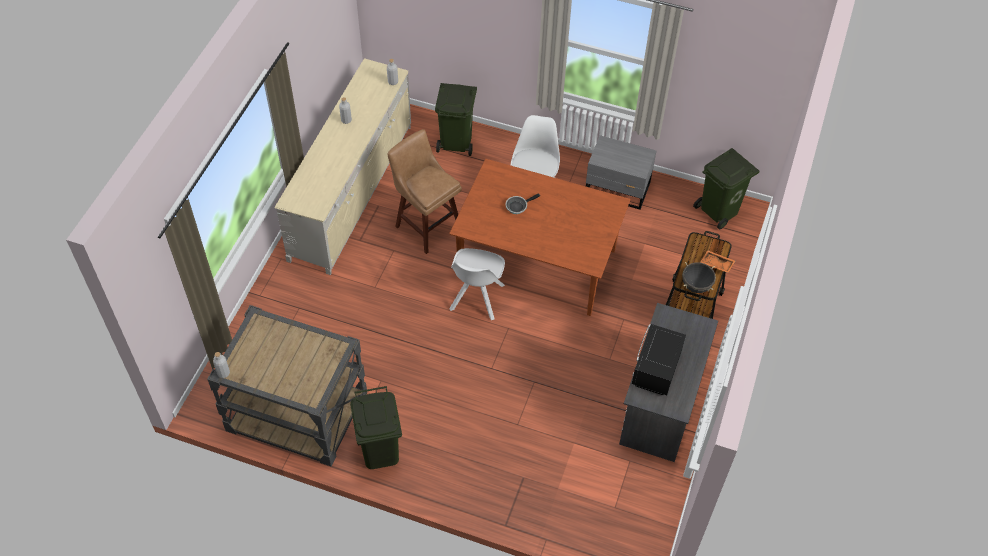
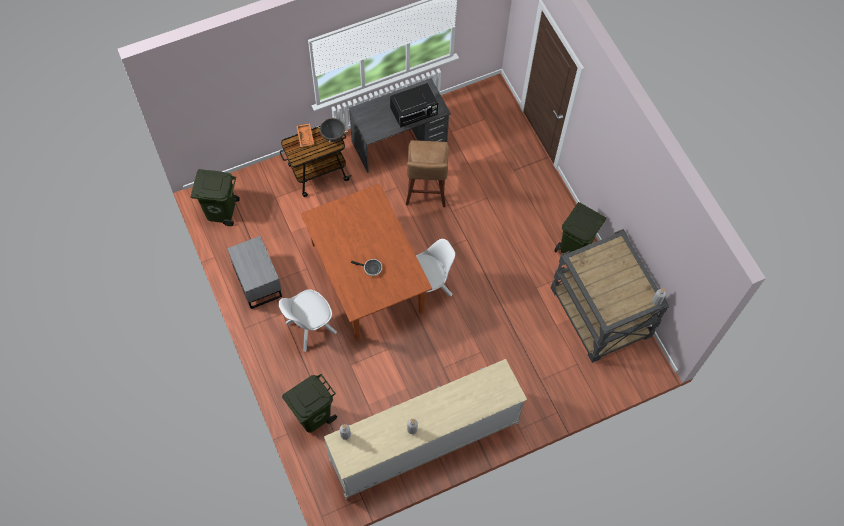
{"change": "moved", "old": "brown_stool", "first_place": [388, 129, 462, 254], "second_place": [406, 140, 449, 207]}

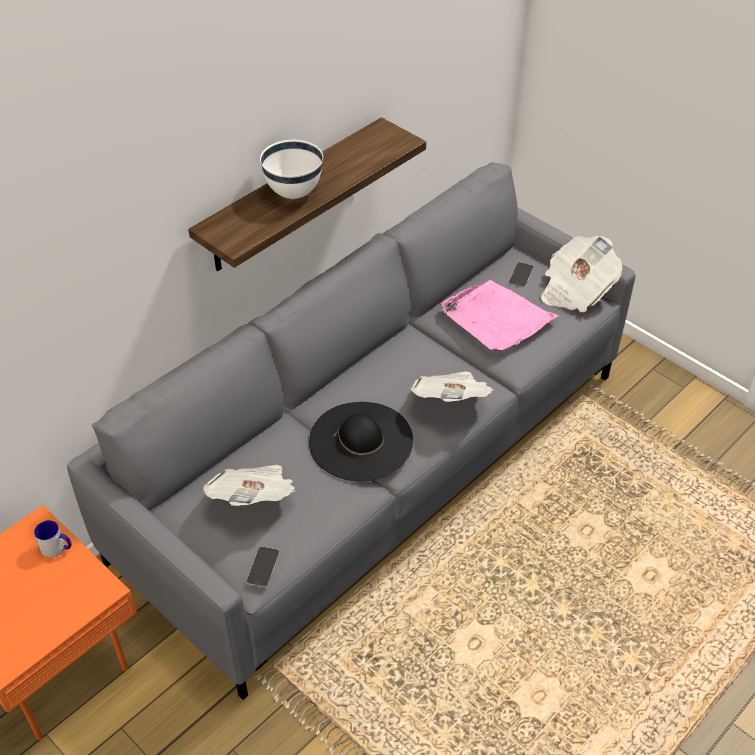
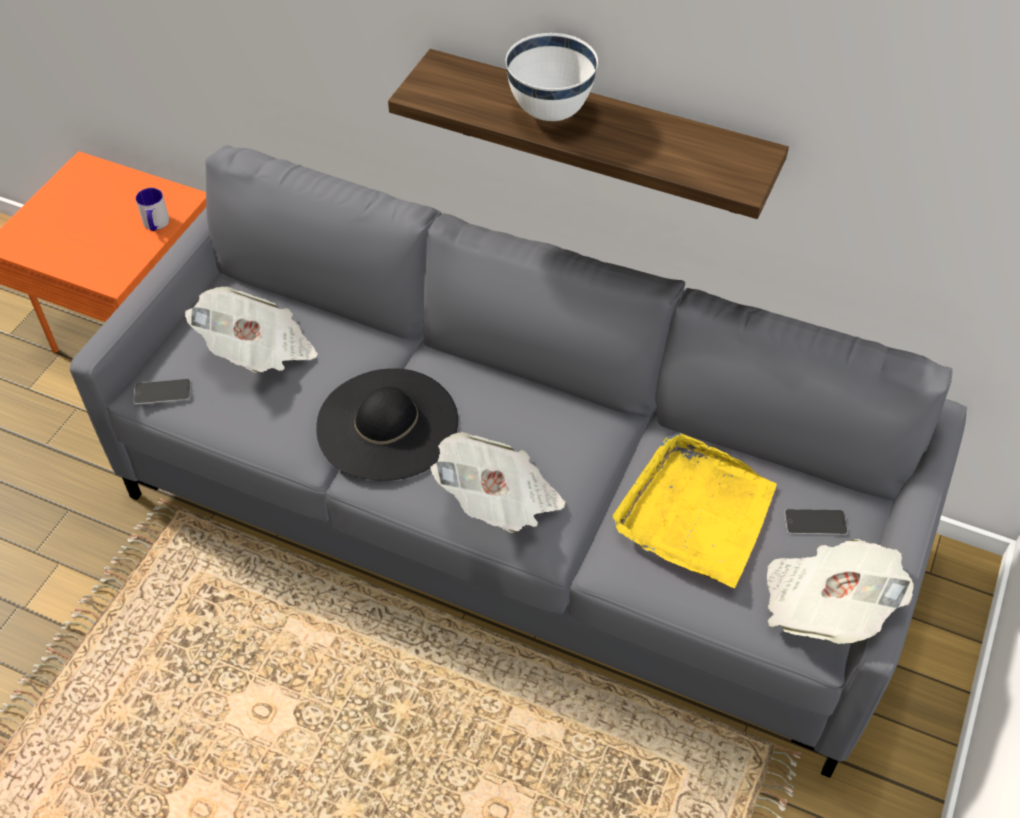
{"change": "recoloured", "old": "pink_tray", "new": "yellow_tray", "first_place": [440, 280, 558, 352], "second_place": [613, 433, 777, 588]}

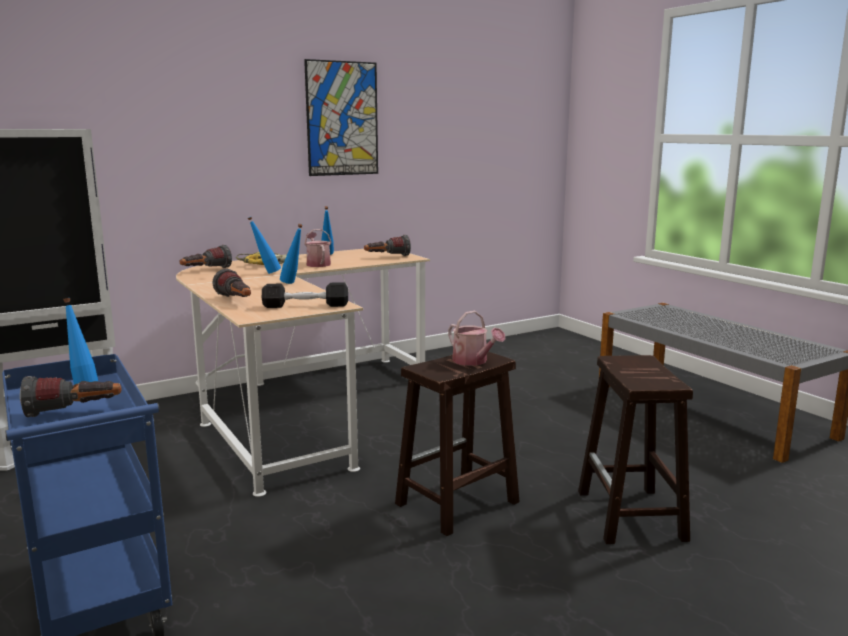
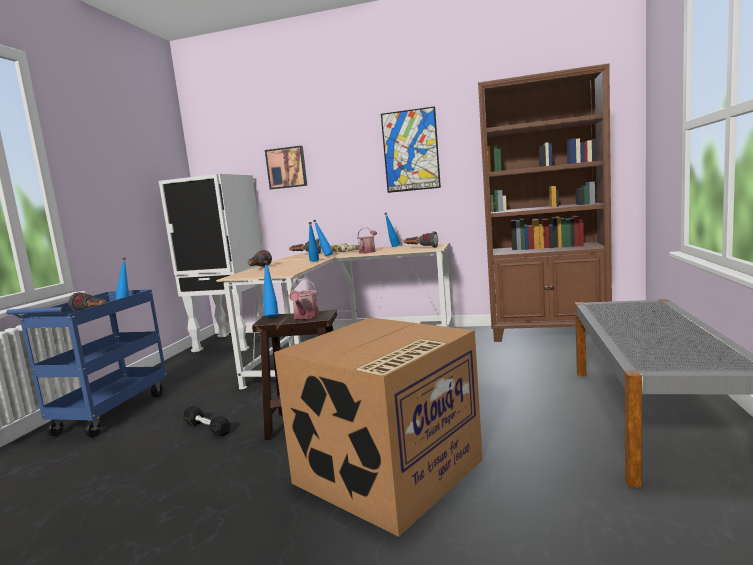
{"change": "moved", "old": "black_dumbbell", "first_place": [262, 282, 348, 308], "second_place": [183, 406, 231, 437]}
{"change": "replaced", "old": "brown_stool", "new": "cardboard_box", "first_place": [578, 355, 693, 544], "second_place": [274, 317, 483, 537]}
{"change": "added", "new": "brown_bookcase", "second_place": [478, 63, 612, 342]}
{"change": "added", "new": "picture", "second_place": [265, 146, 307, 189]}
{"change": "added", "new": "blue_bottle", "second_place": [263, 261, 278, 317]}

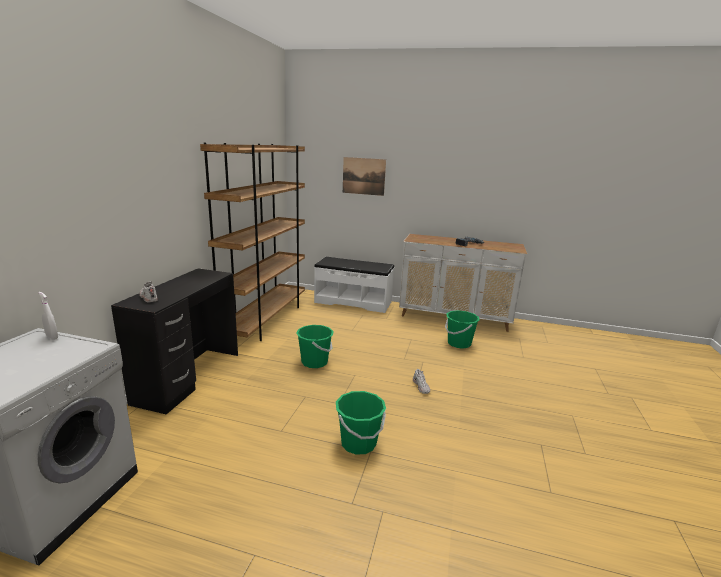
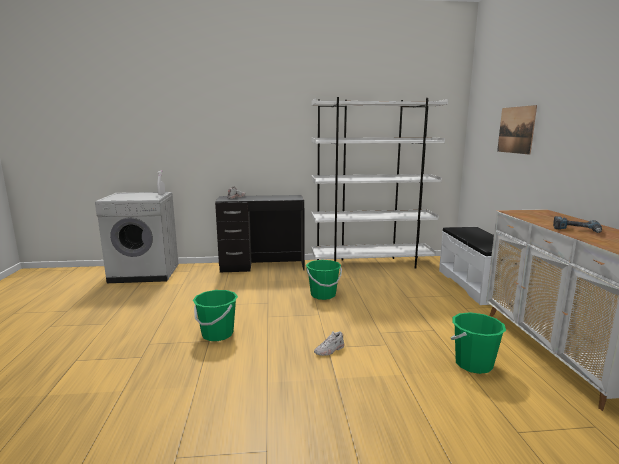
{"change": "recoloured", "old": "brown_bookcase", "new": "white_bookcase", "first_place": [200, 143, 305, 341], "second_place": [311, 97, 448, 269]}

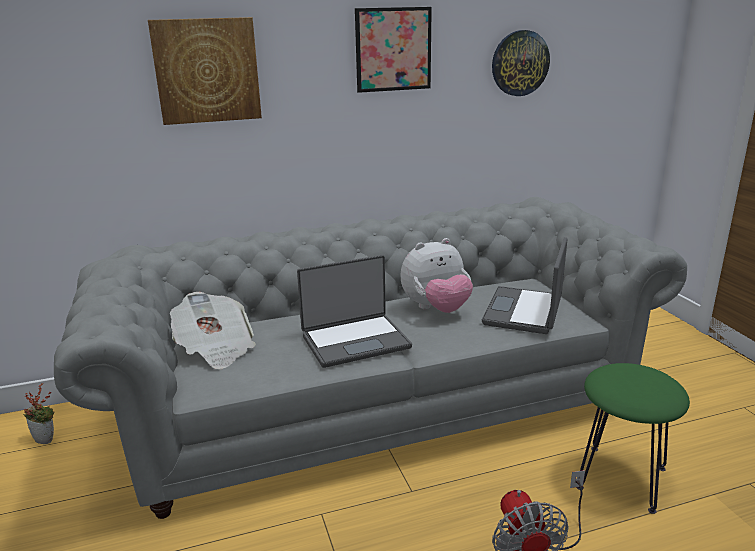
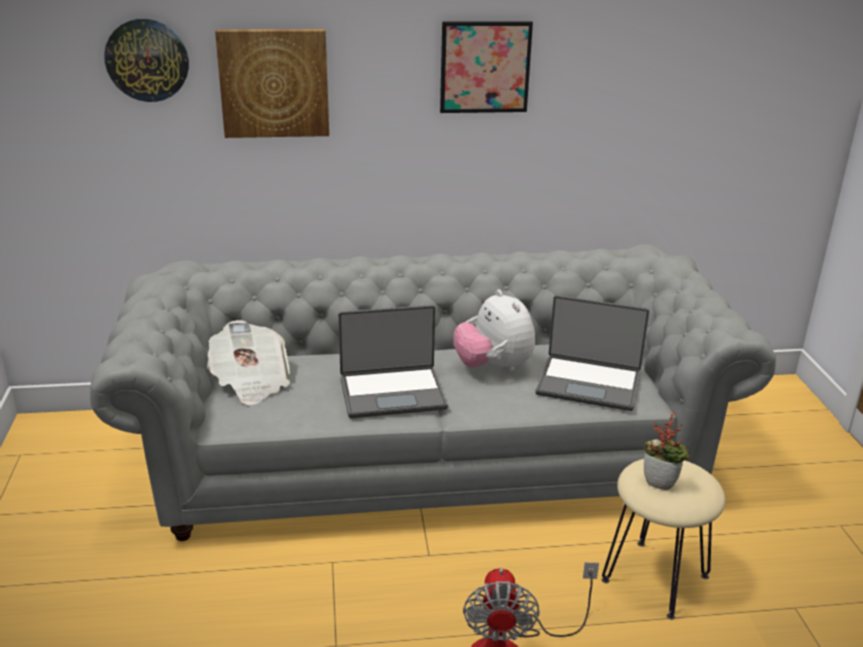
{"change": "moved", "old": "wall_clock", "first_place": [492, 30, 550, 96], "second_place": [104, 19, 189, 102]}
{"change": "turned", "old": "laptop", "first_place": [482, 237, 567, 334], "second_place": [536, 295, 649, 411], "degrees": -105}
{"change": "turned", "old": "plush_toy", "first_place": [401, 238, 473, 313], "second_place": [453, 290, 535, 372], "degrees": 75}
{"change": "recoloured", "old": "green_stool", "new": "beige_stool", "first_place": [576, 363, 690, 514], "second_place": [601, 459, 725, 620]}
{"change": "moved", "old": "potted_plant", "first_place": [23, 383, 55, 444], "second_place": [644, 412, 690, 490]}

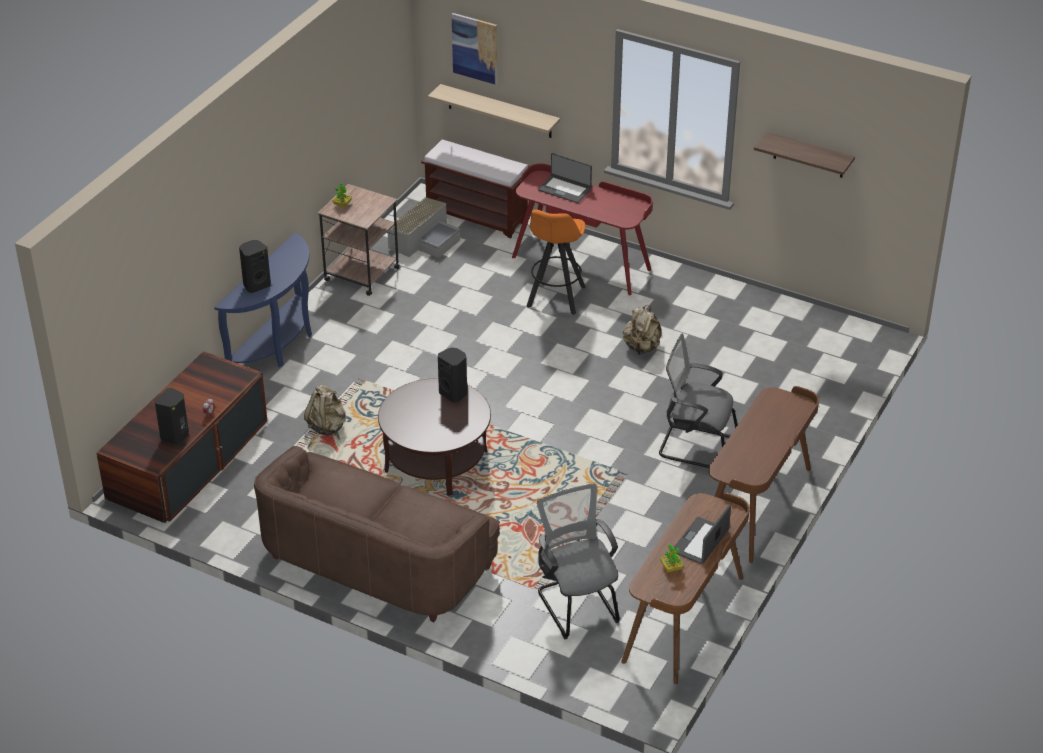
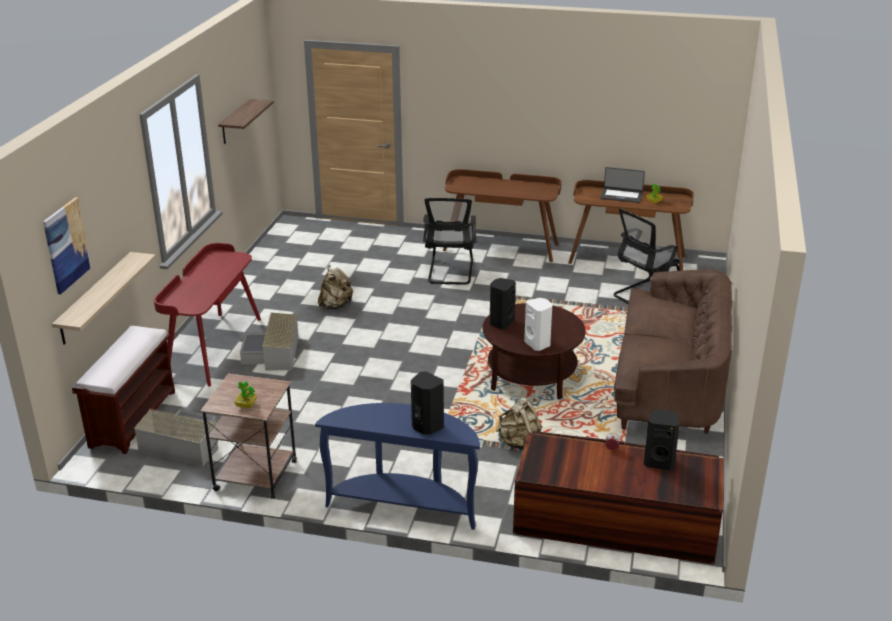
{"change": "removed", "old": "laptop", "first_place": [538, 153, 592, 203]}
{"change": "replaced", "old": "orange_stool", "new": "grey_storage_box", "first_place": [527, 210, 586, 315], "second_place": [240, 312, 299, 371]}
{"change": "added", "new": "white_speaker", "second_place": [524, 298, 552, 351]}

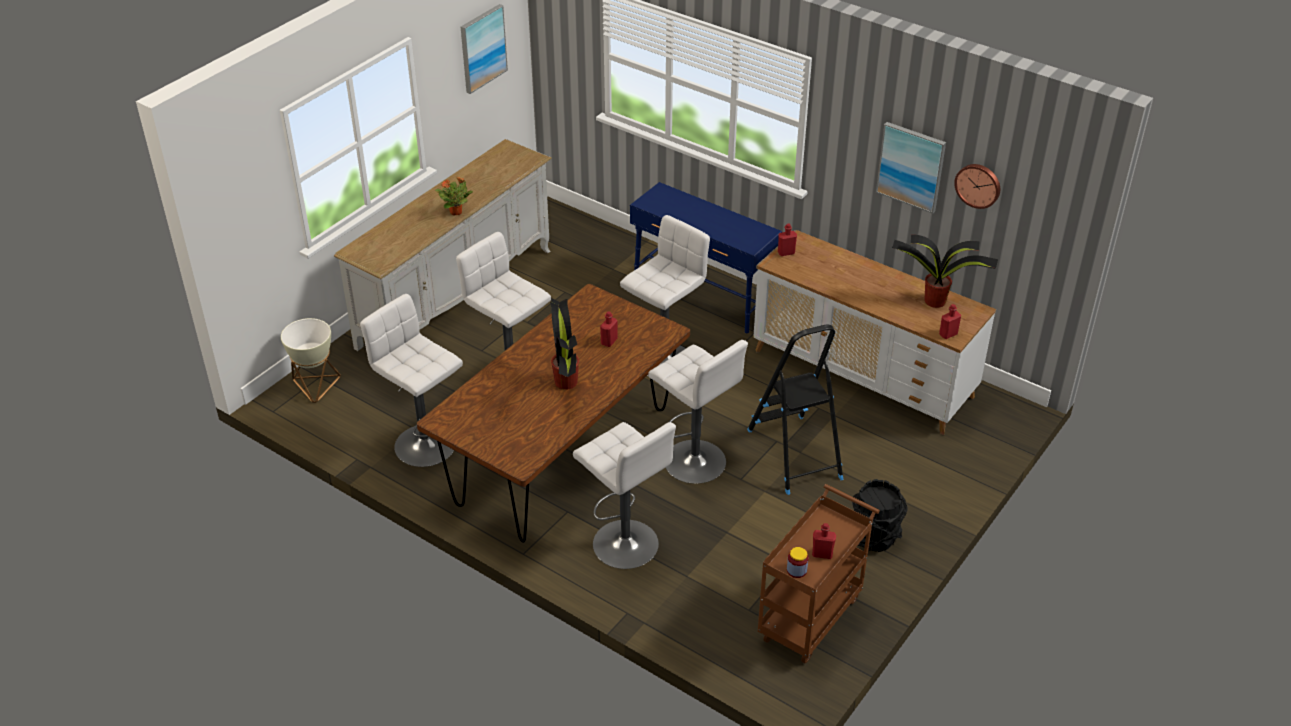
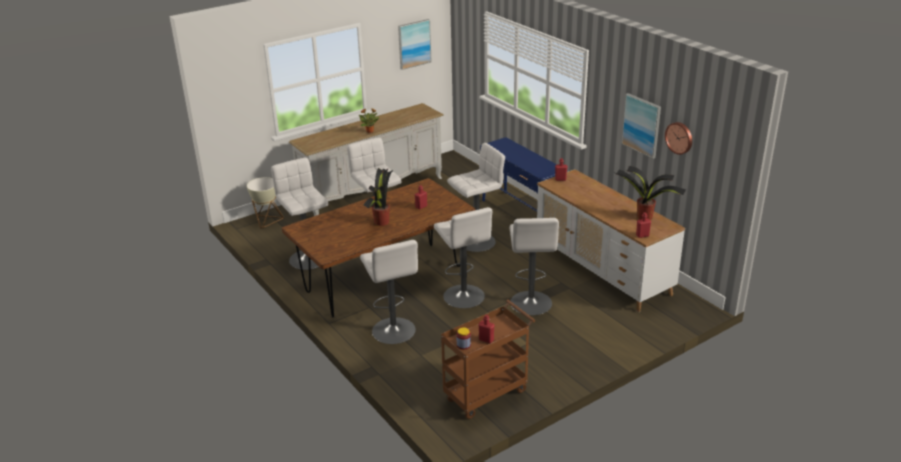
{"change": "replaced", "old": "black_step_ladder", "new": "white_stool", "first_place": [747, 325, 843, 495], "second_place": [510, 218, 559, 315]}
{"change": "removed", "old": "black_bucket", "first_place": [852, 479, 908, 552]}

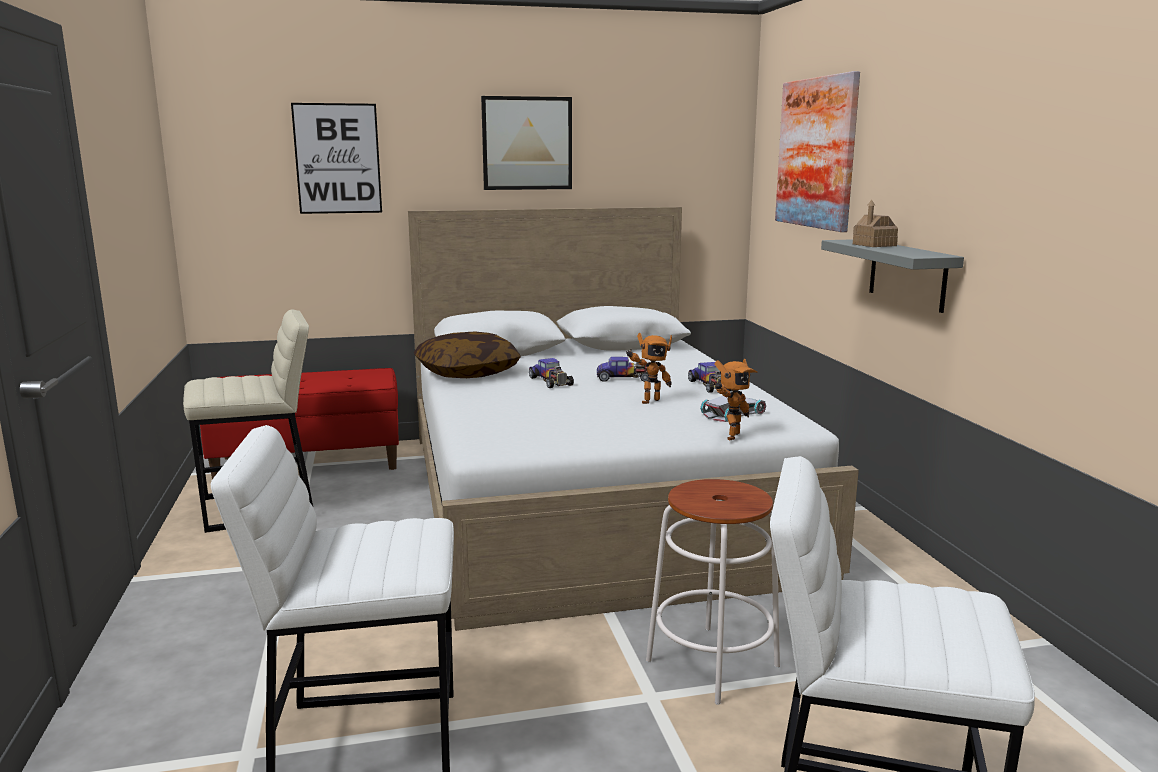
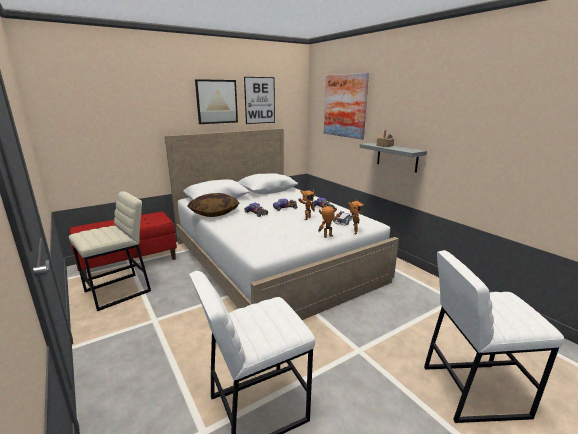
{"change": "moved", "old": "picture", "first_place": [291, 103, 382, 214], "second_place": [244, 77, 275, 124]}
{"change": "removed", "old": "white_stool", "first_place": [646, 479, 780, 705]}
{"change": "added", "new": "toy_robot", "second_place": [319, 206, 342, 238]}

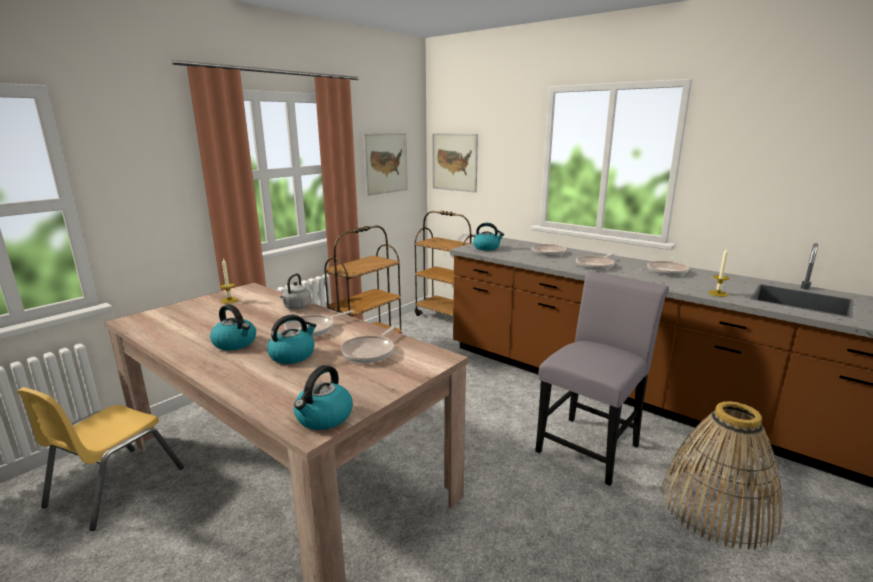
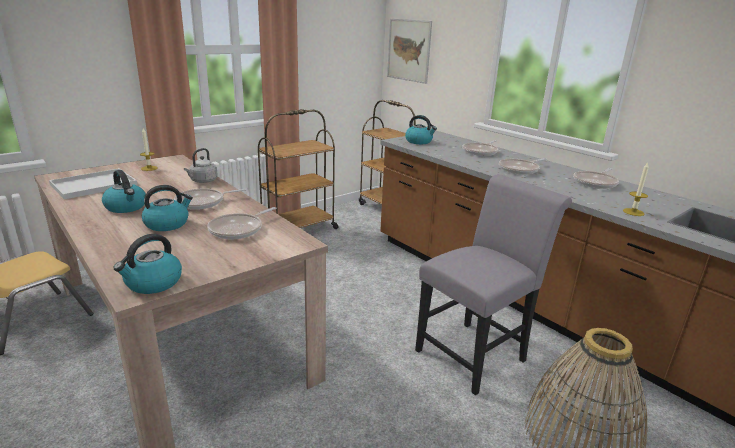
{"change": "removed", "old": "picture", "first_place": [363, 133, 408, 196]}
{"change": "added", "new": "white_tray", "second_place": [49, 168, 137, 199]}

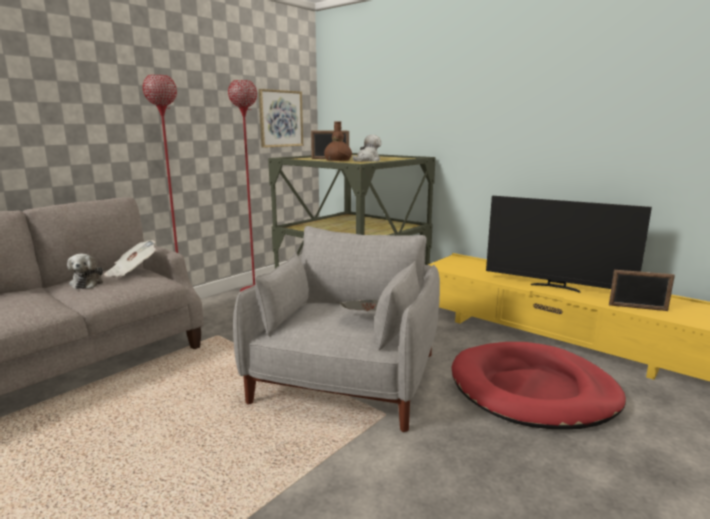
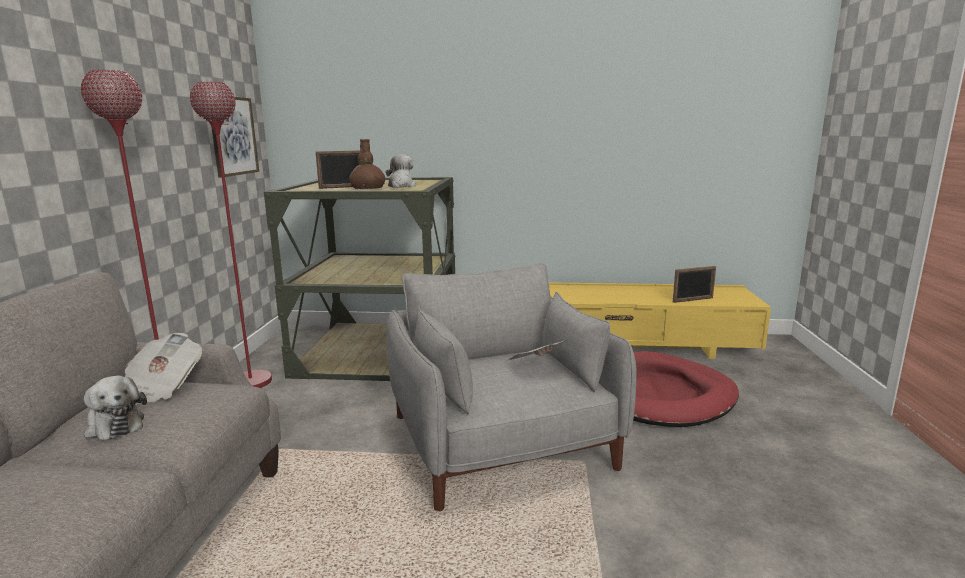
{"change": "removed", "old": "television", "first_place": [486, 196, 652, 293]}

